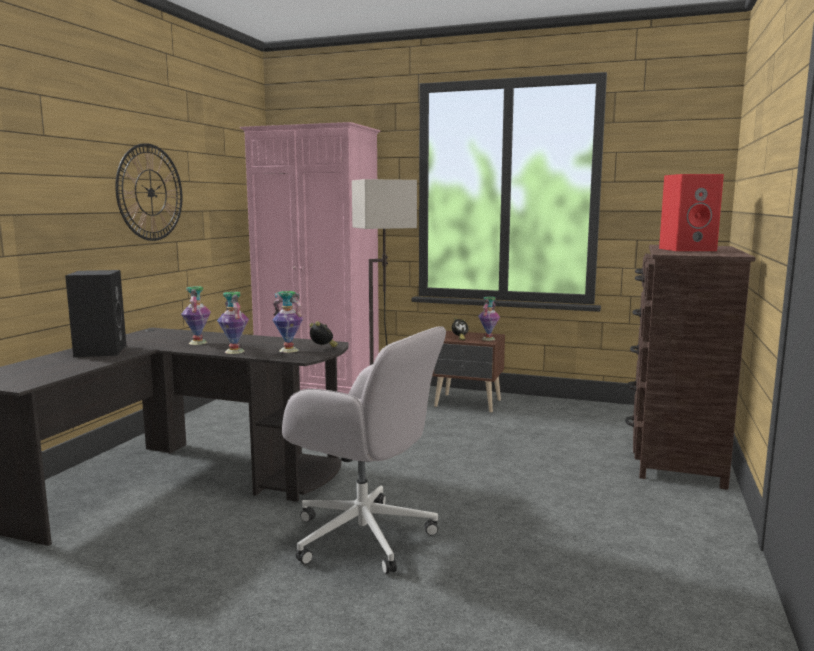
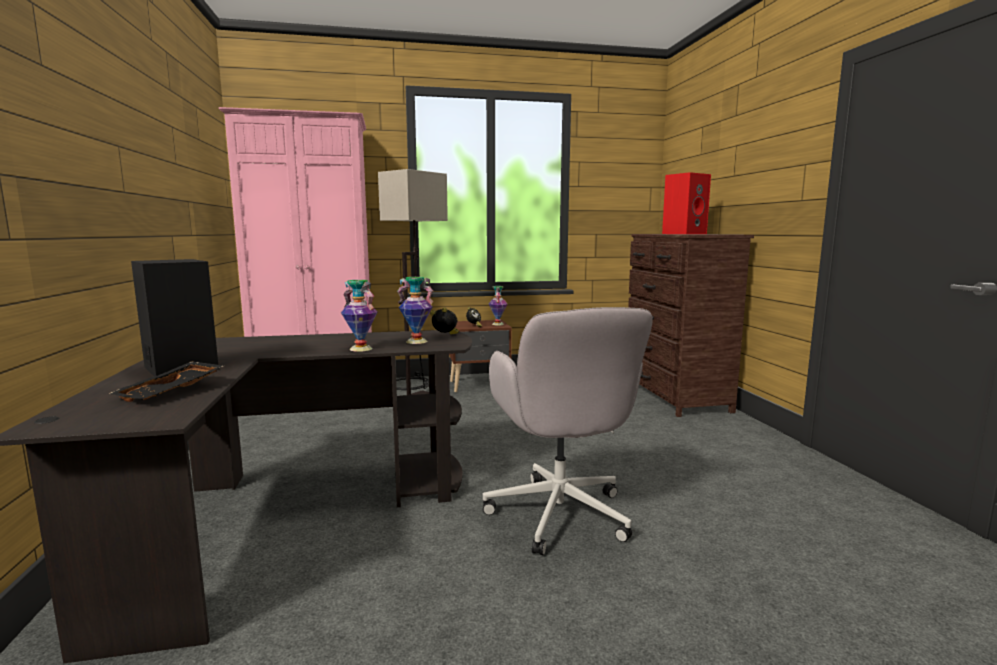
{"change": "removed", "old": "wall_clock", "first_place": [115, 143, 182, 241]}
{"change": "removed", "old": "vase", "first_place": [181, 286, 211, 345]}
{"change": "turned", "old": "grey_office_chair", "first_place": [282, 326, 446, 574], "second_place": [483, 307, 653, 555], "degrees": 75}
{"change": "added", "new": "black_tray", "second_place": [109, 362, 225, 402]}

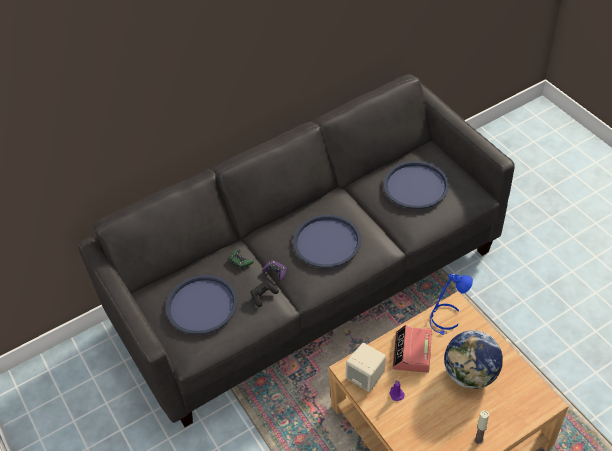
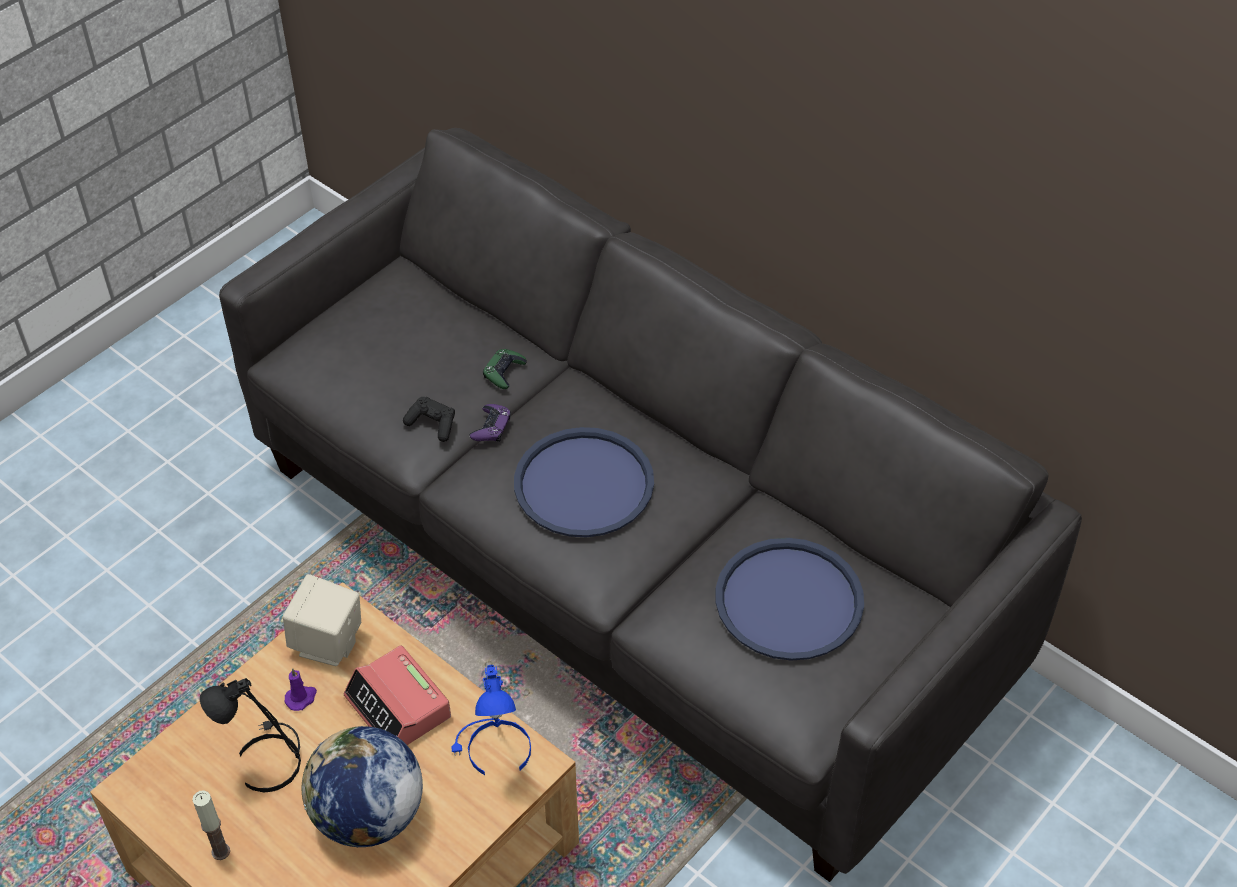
{"change": "removed", "old": "blue_tray", "first_place": [166, 275, 237, 334]}
{"change": "turned", "old": "alarm_clock", "first_place": [393, 325, 432, 373], "second_place": [344, 645, 451, 745], "degrees": -120}
{"change": "added", "new": "black_table_lamp", "second_place": [200, 678, 301, 793]}

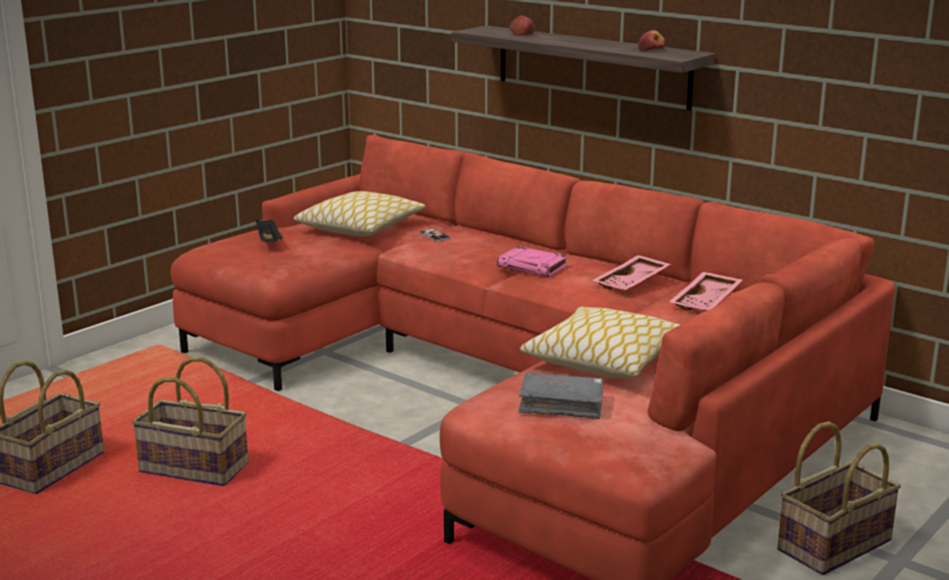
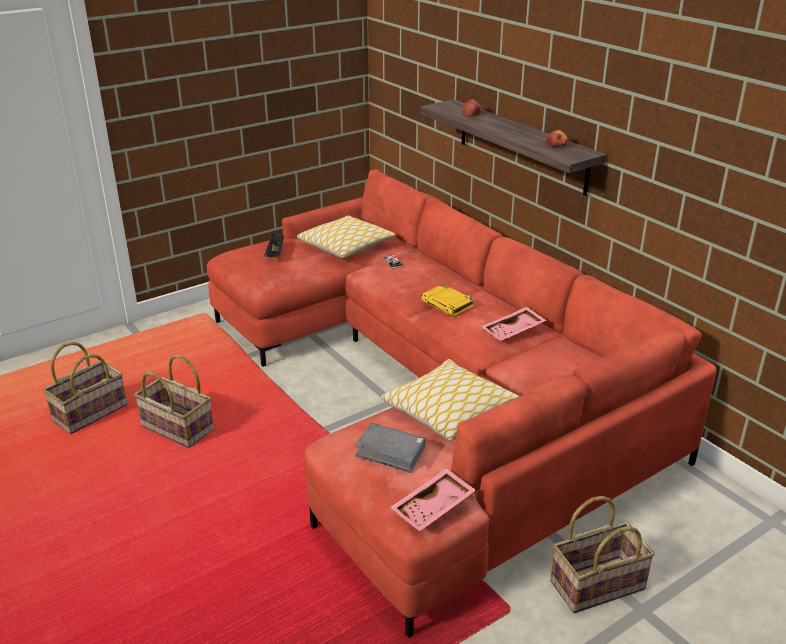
{"change": "recoloured", "old": "pink_book", "new": "yellow_book", "first_place": [497, 246, 568, 277], "second_place": [421, 284, 475, 316]}
{"change": "moved", "old": "pink_tray", "first_place": [669, 272, 742, 311], "second_place": [390, 468, 476, 531]}

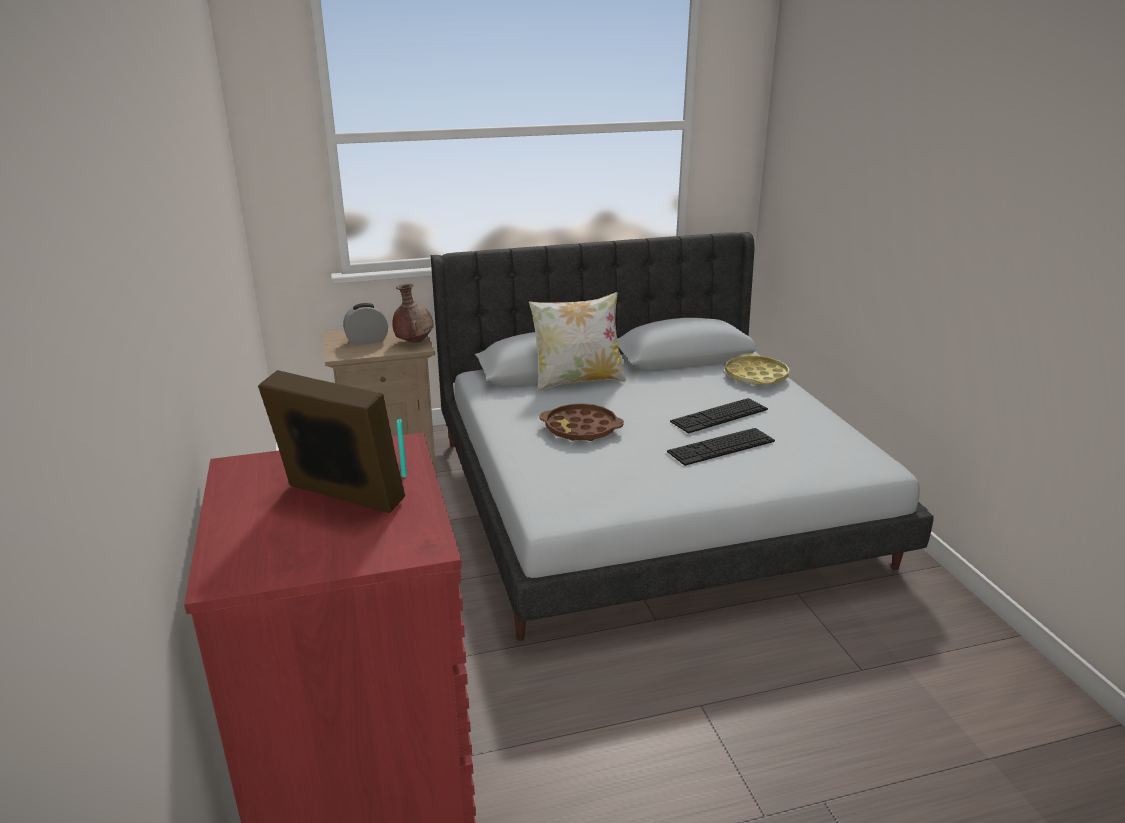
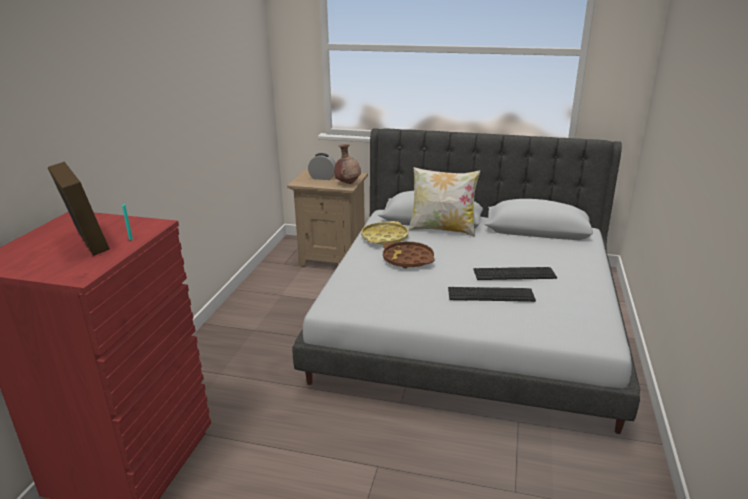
{"change": "moved", "old": "yellow_tray", "first_place": [725, 353, 789, 385], "second_place": [361, 221, 408, 245]}

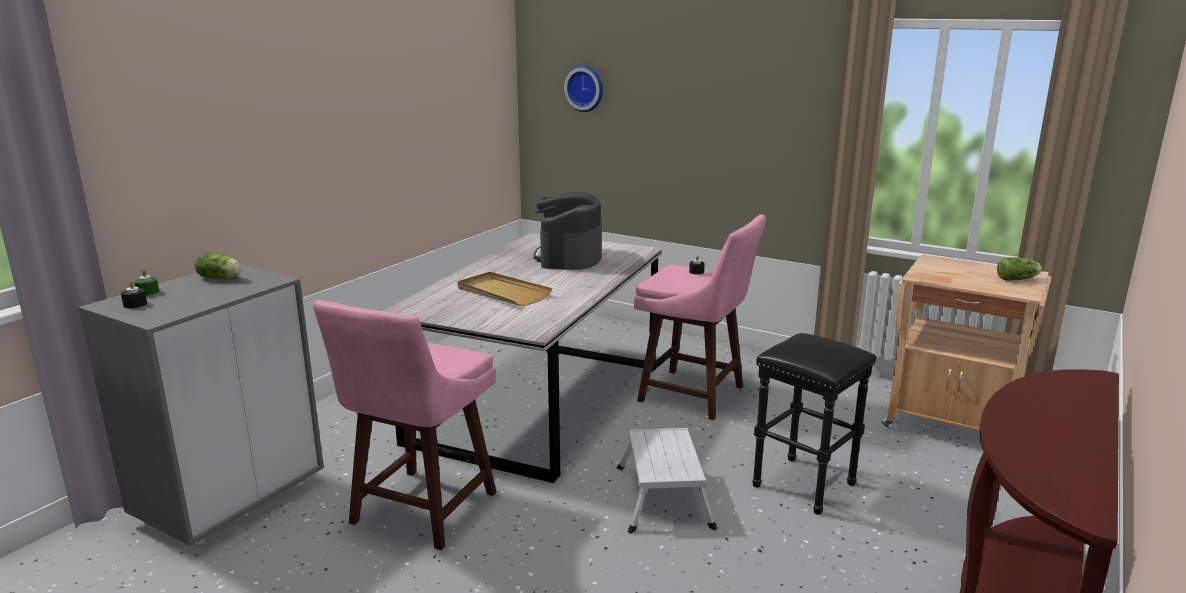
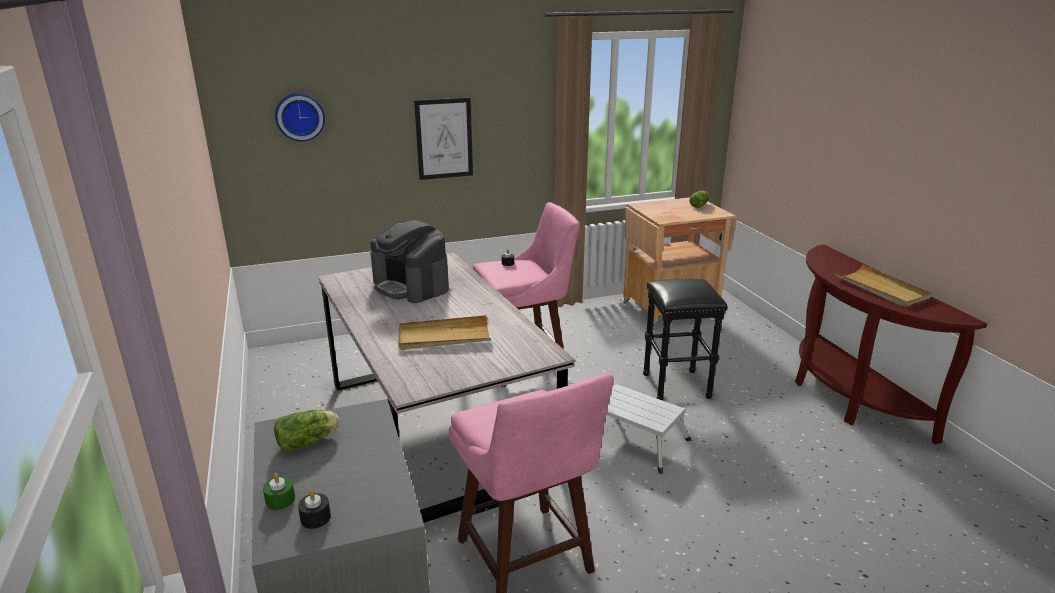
{"change": "added", "new": "picture", "second_place": [414, 98, 473, 180]}
{"change": "added", "new": "beige_tray", "second_place": [835, 265, 932, 307]}

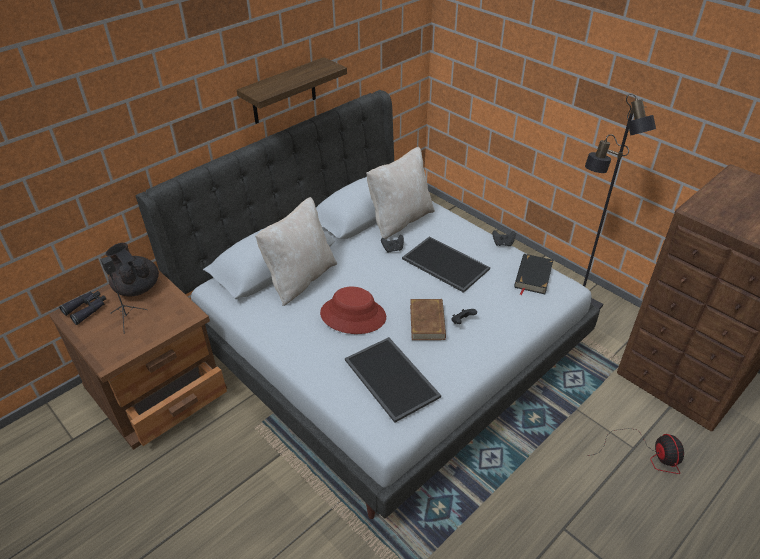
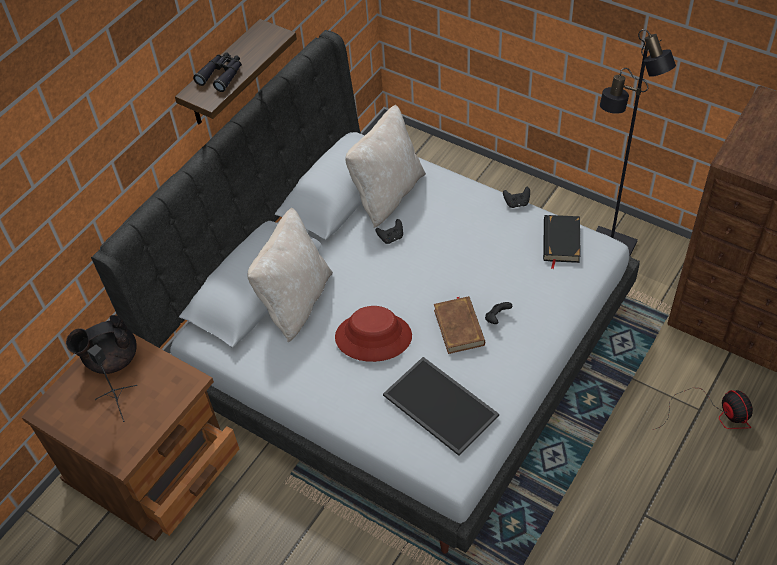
{"change": "removed", "old": "tray", "first_place": [402, 236, 490, 293]}
{"change": "turned", "old": "black_teapot", "first_place": [106, 243, 159, 297], "second_place": [66, 315, 137, 374], "degrees": -60}
{"change": "moved", "old": "black_binoculars", "first_place": [59, 291, 106, 325], "second_place": [193, 52, 242, 92]}

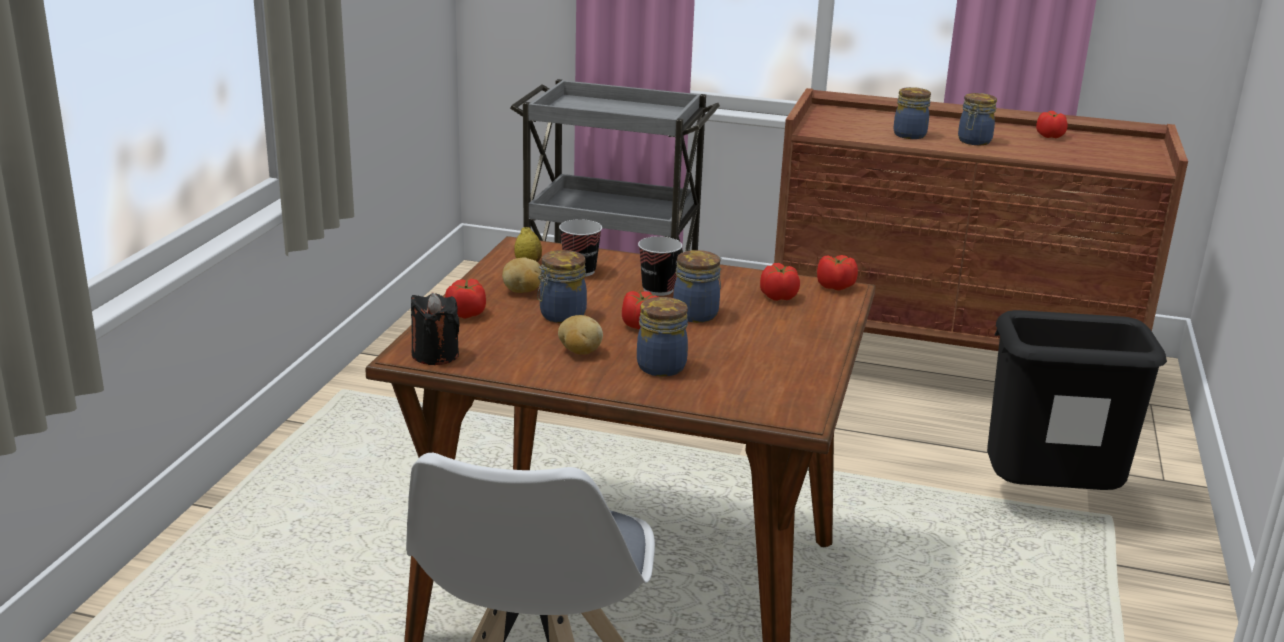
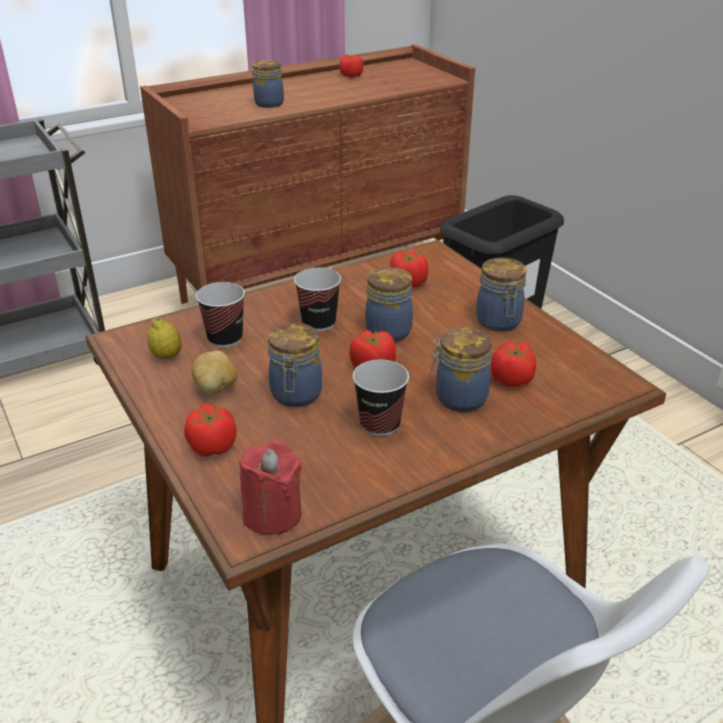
{"change": "moved", "old": "jar", "first_place": [958, 93, 997, 145], "second_place": [476, 257, 526, 332]}
{"change": "moved", "old": "tomato", "first_place": [817, 255, 858, 291], "second_place": [491, 341, 536, 387]}
{"change": "recoloured", "old": "black_candle", "new": "red_candle", "first_place": [411, 293, 460, 365], "second_place": [239, 440, 302, 535]}
{"change": "replaced", "old": "potato", "new": "cup", "first_place": [558, 315, 603, 355], "second_place": [353, 360, 409, 436]}

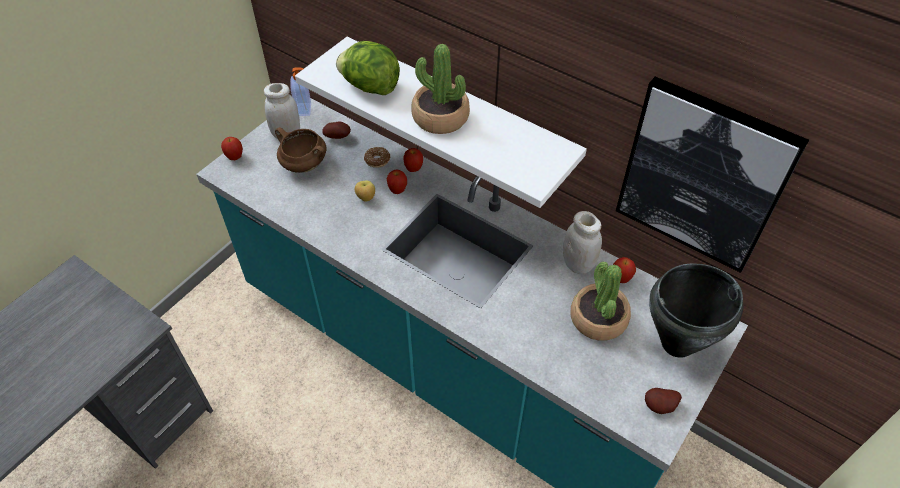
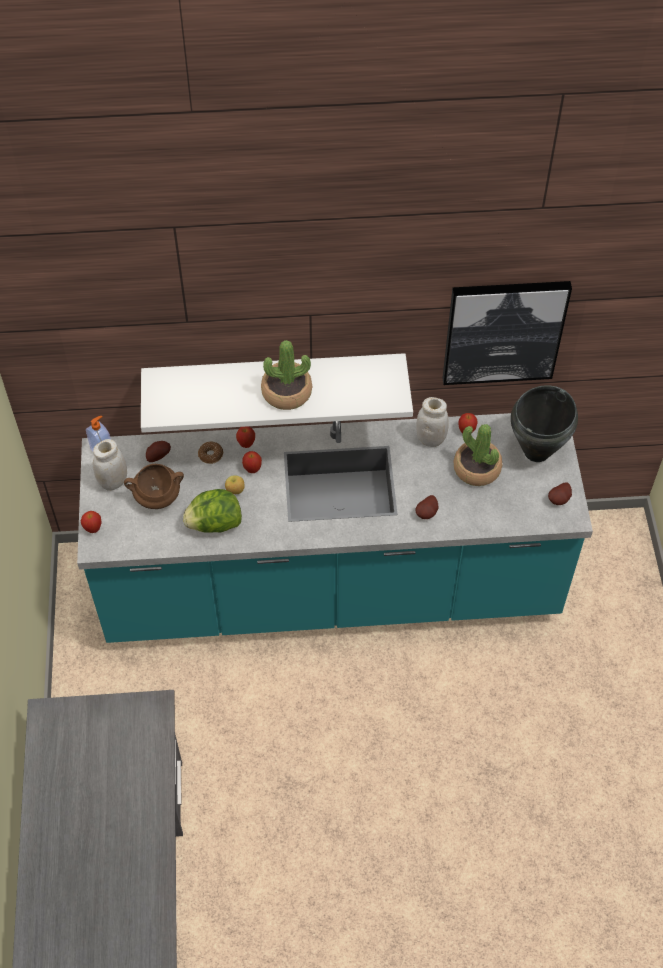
{"change": "moved", "old": "lettuce", "first_place": [336, 41, 400, 95], "second_place": [183, 489, 242, 533]}
{"change": "added", "new": "potato", "second_place": [415, 495, 439, 519]}

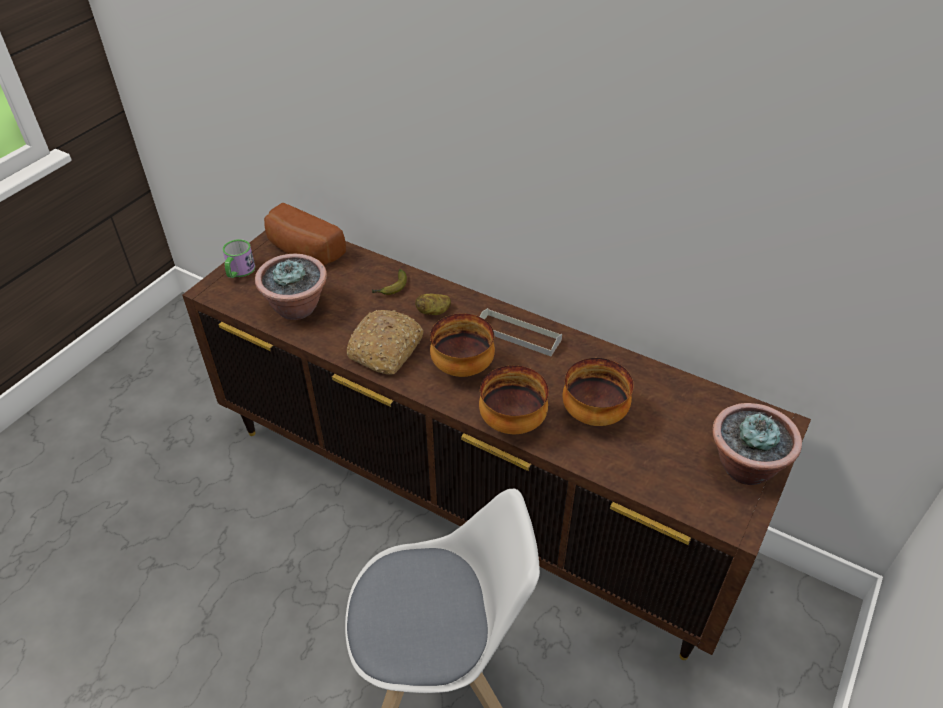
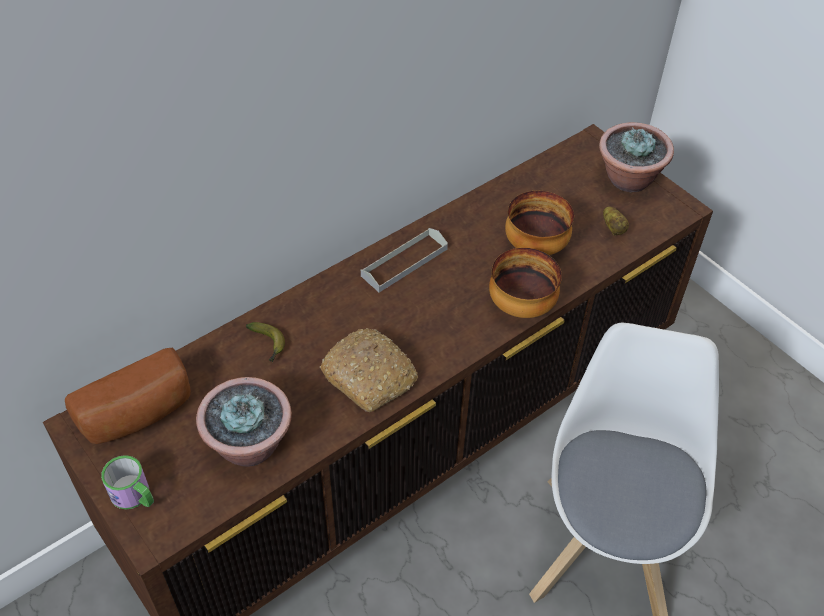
{"change": "moved", "old": "potato", "first_place": [415, 293, 451, 315], "second_place": [603, 207, 629, 236]}
{"change": "removed", "old": "bowl", "first_place": [430, 314, 495, 377]}

